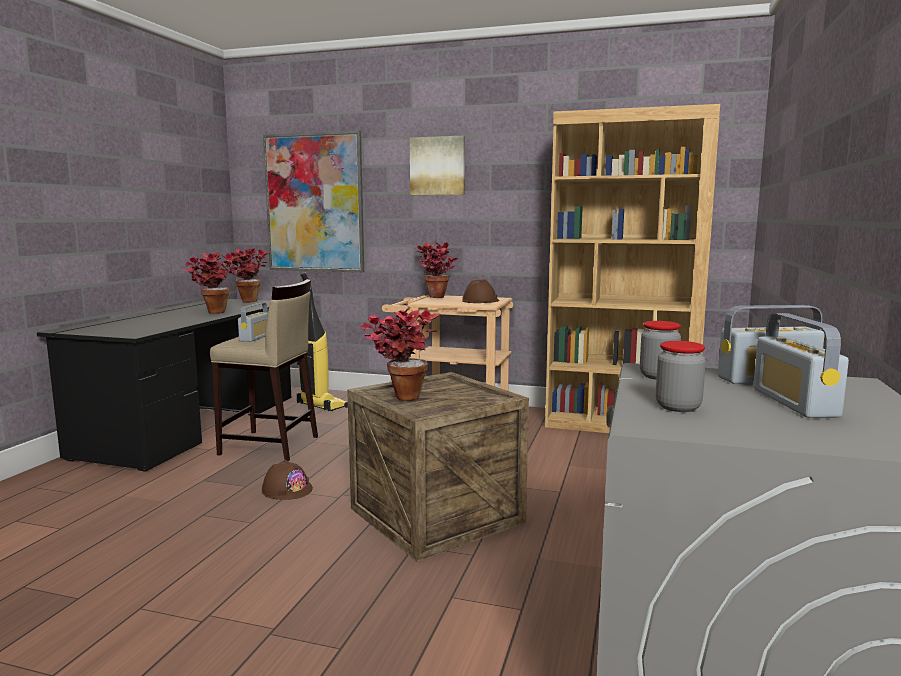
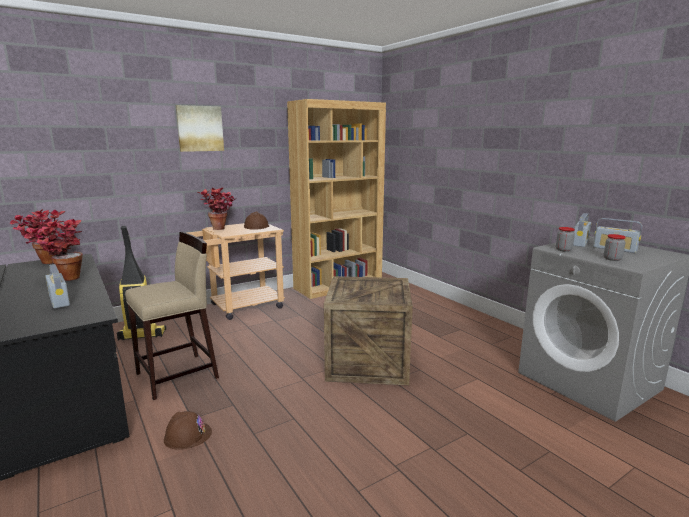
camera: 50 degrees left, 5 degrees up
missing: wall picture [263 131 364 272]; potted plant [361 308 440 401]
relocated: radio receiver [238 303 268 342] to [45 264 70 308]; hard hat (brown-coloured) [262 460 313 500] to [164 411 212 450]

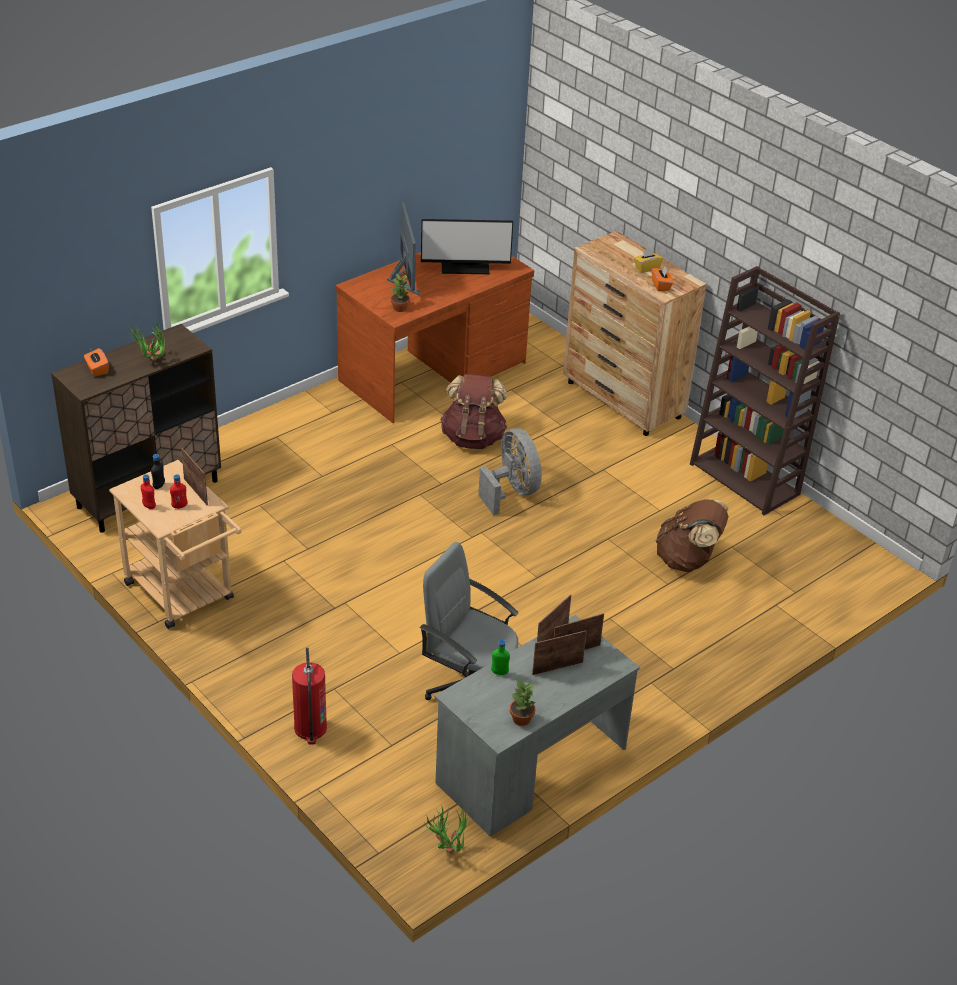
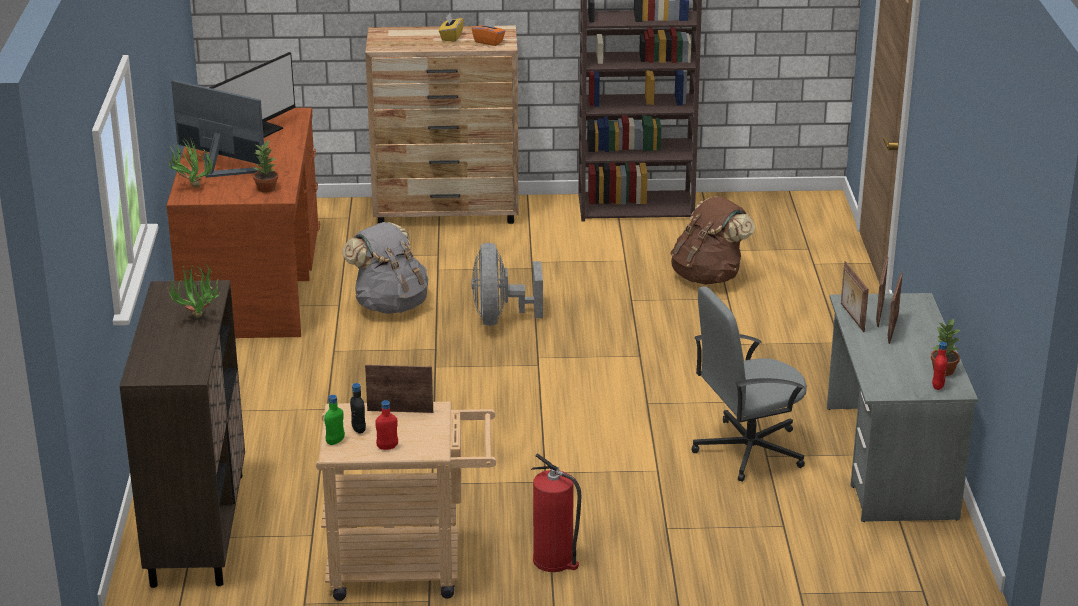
camera: 50 degrees left, 10 degrees down
missing: tissue holder (orange-coloured) [84 348 109 377]
relocated: bottle (reddish) [170 474 187 509] to [932 342 947 390]; fire-fighting cylinder [292 648 327 745] to [531 454 581 572]; potted plant [426 805 468 854] to [167 138 212 188]; bottle (green-coloured) [491 640 510 675] to [324 395 345 445]
colour: knapsack (brown-coloured) [440 374 508 449] to knapsack (greyish) [342 222 428 314]
spun: fan (greyish) [478 428 542 515] = [471 243 543 326] 105 degrees counterclockwise

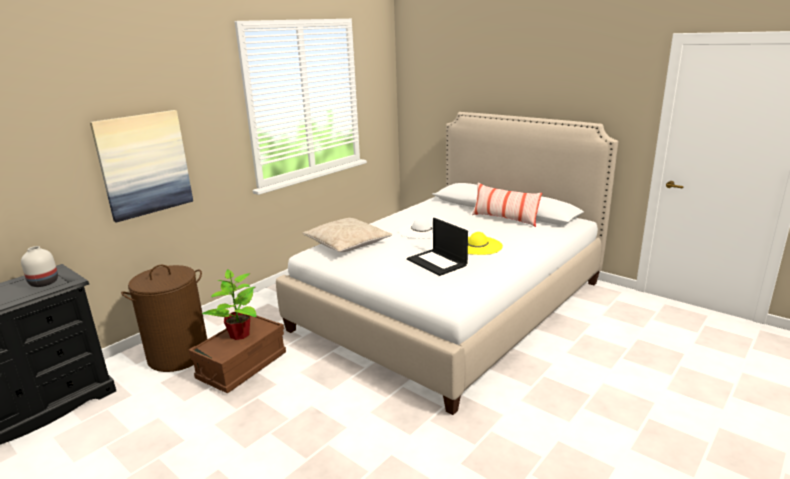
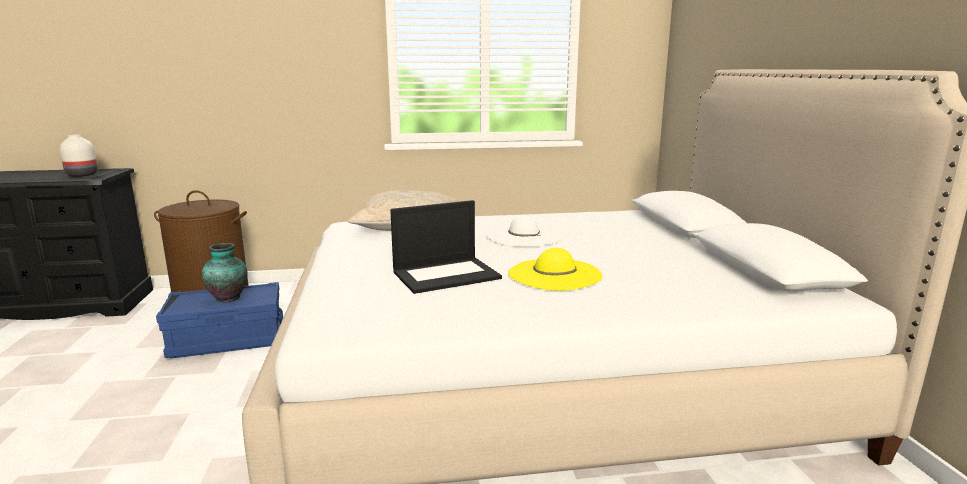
camera: 40 degrees right, 5 degrees down
missing: wall picture [90 110 193 222]; pillow [472 183 542 227]
exchanged: potted plant [202 269 256 340] to decorative vase [202 243 247 303]
colour: storage container (brown-coloured) [189 315 286 393] to storage container (blue-coloured) [156 282 283 358]
spun: notebook computer [407 218 468 276] = [390 200 502 294] 120 degrees counterclockwise

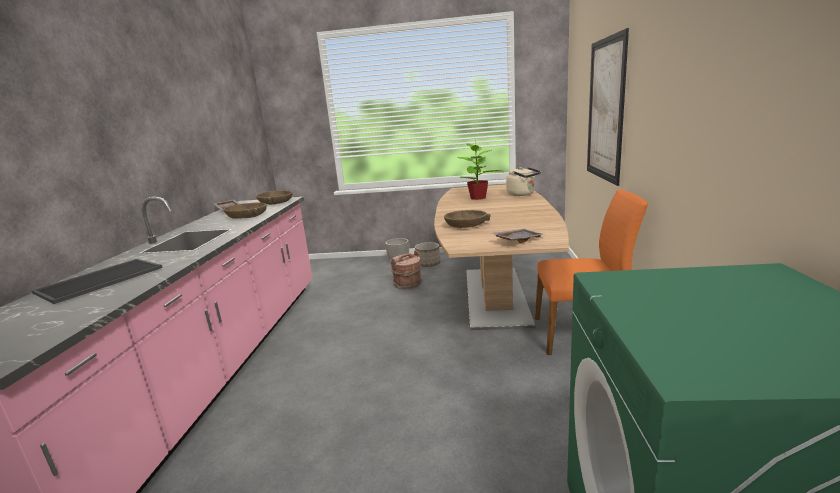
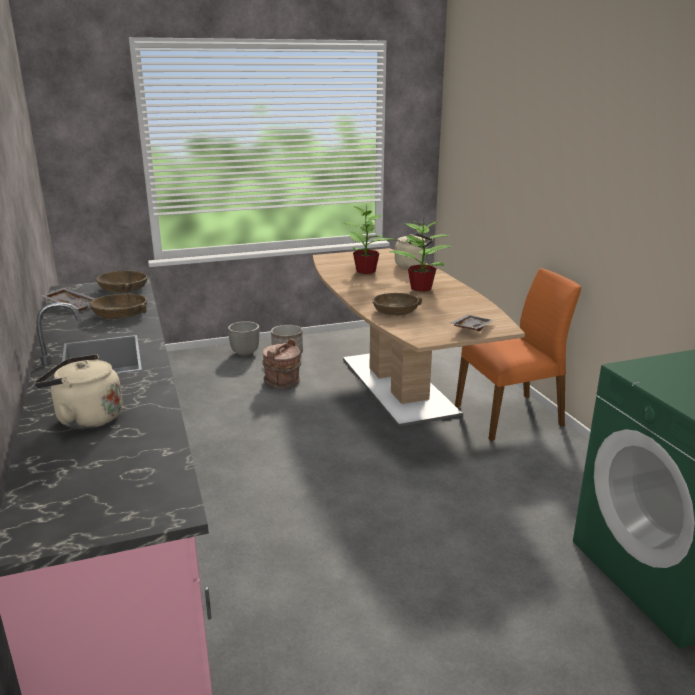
camera: 25 degrees left, 5 degrees up
missing: wall picture [587 28 629 186]
appeared: potted plant [389 216 453 292]
exchanged: serving tray [31 259 162 304] to tea kettle (beige) [34 354 123 429]

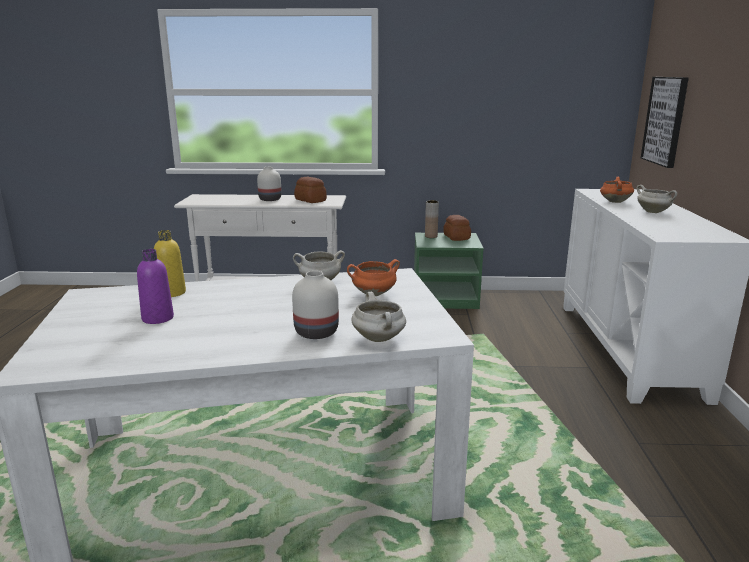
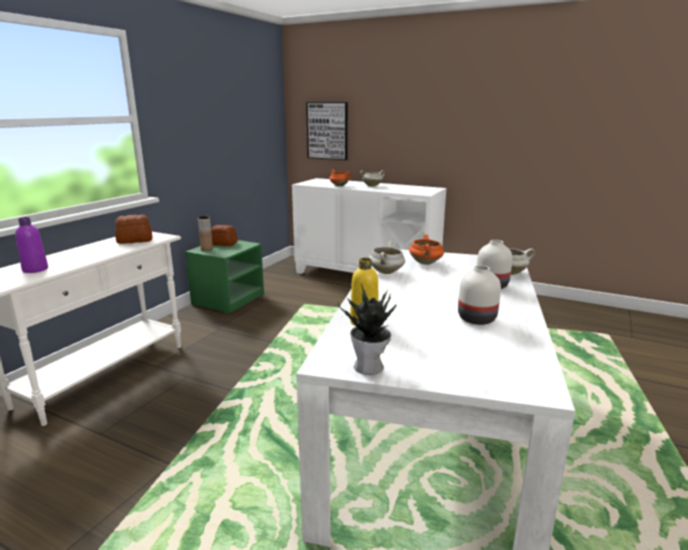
camera: 65 degrees left, 0 degrees up
appeared: potted plant [338 284 396 375]
relocated: bottle (purple) [137 249 174 324] to [15 217 48 273]; decorative vase (white-coloured) [257 167 282 201] to [458 265 501 325]

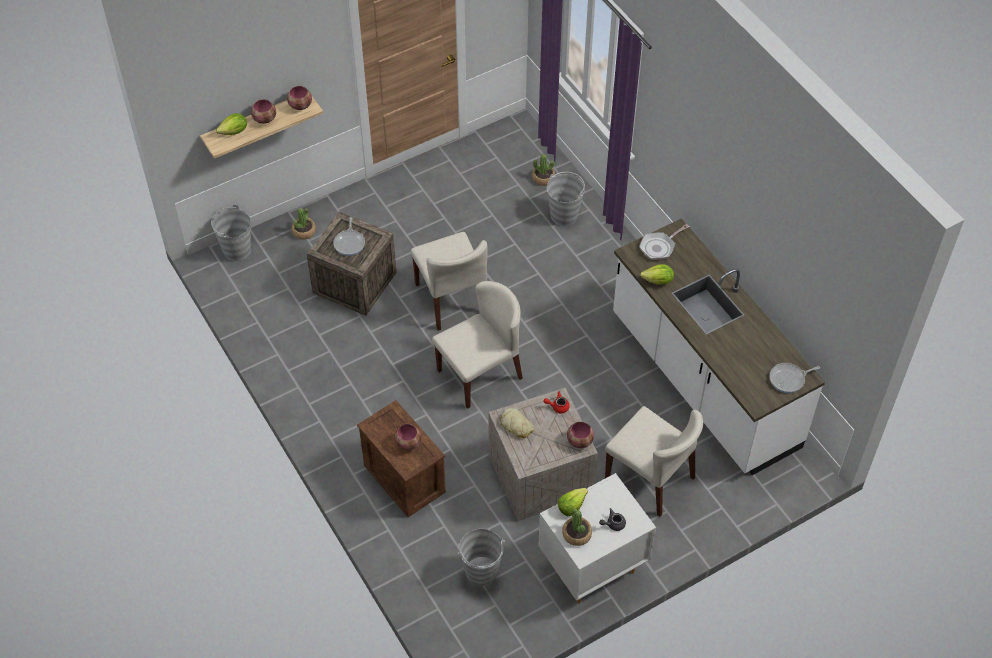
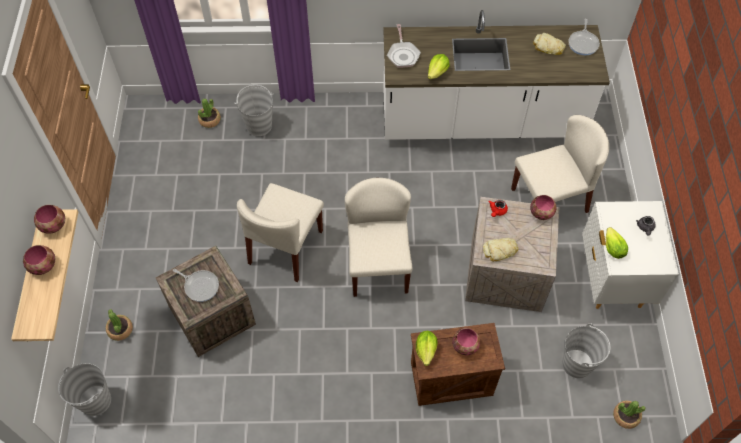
camera: 60 degrees left, 5 degrees up
appeared: baked bread [533 33 566 55]
relocated: lettuce [216 113 247 135] to [416 331 438 366]; potted plant [562 508 592 546] to [613 401 645 429]
spun: chair (beige) [411 232 488 331] = [237 183 324 282] 105 degrees clockwise

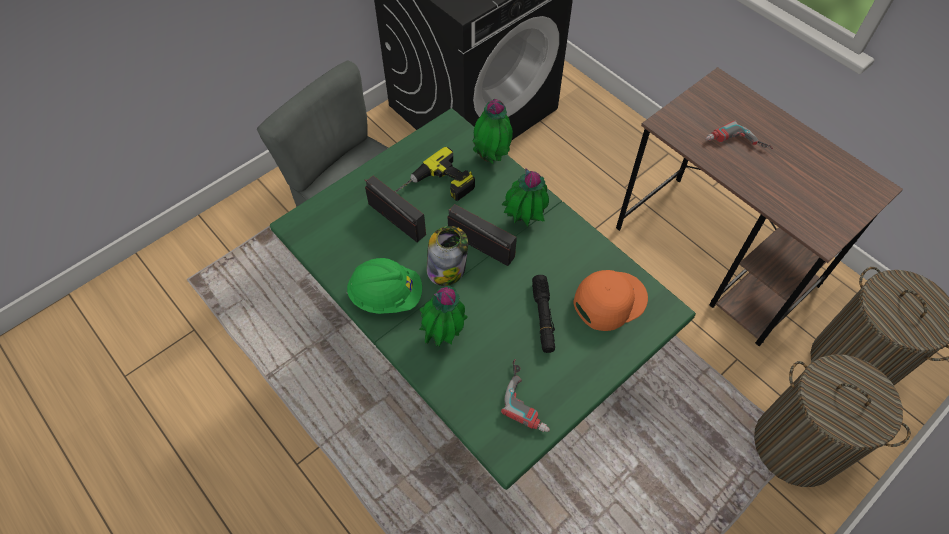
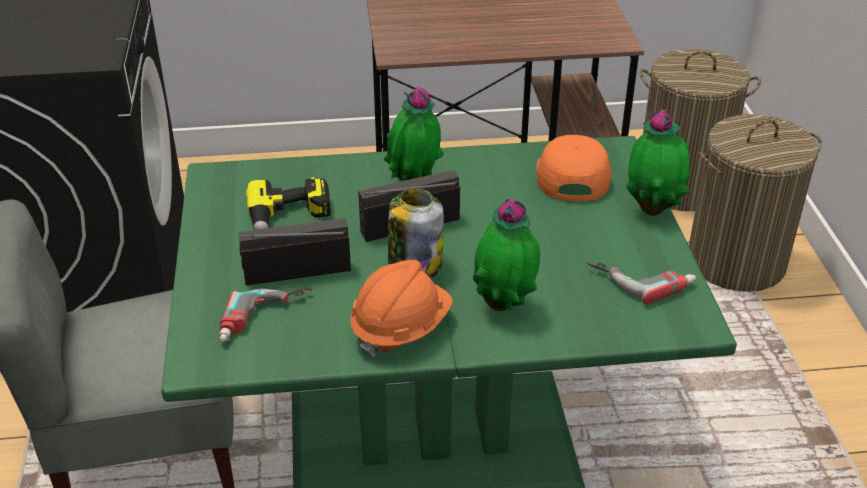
camera: 55 degrees left, 20 degrees down
missing: hand torch (black) [532 275 555 353]
relocated: potted plant [473 99 513 164] to [626 109 691 216]; drill [706 120 773 149] to [219 287 313 342]
colour: hard hat (green-coloured) [347 258 422 314] to hard hat (orange-coloured) [350 260 453 357]

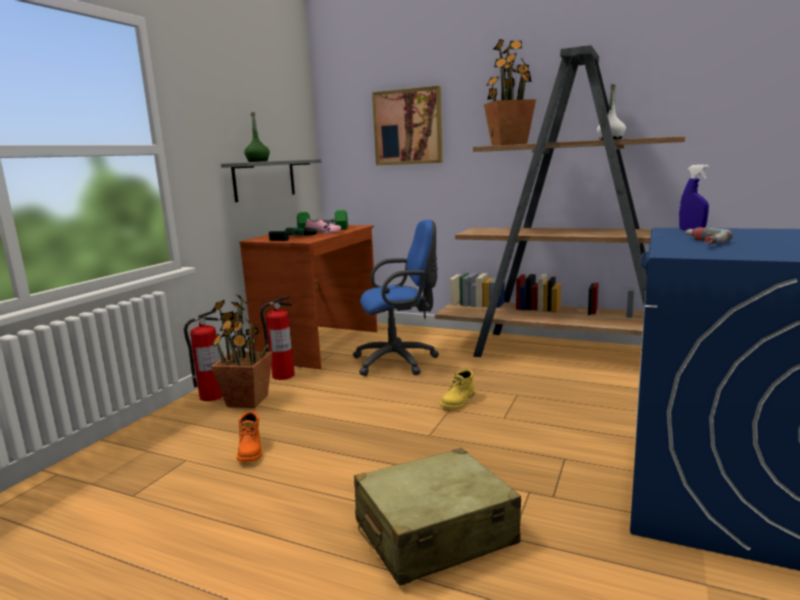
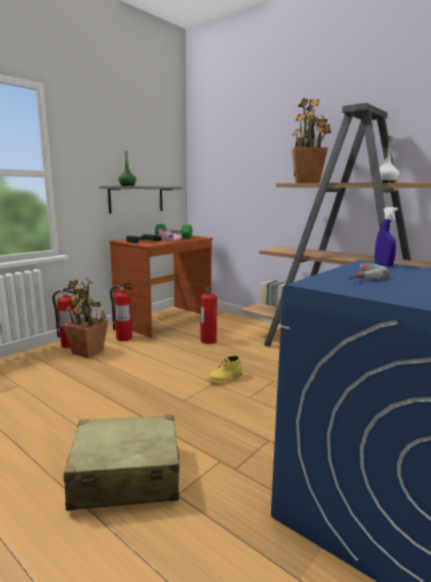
camera: 15 degrees right, 0 degrees up
missing: boot (orange-coloured) [237 411 262 462]; wall picture [372 86 442 165]
exchanged: office chair (blue-coloured) [353 219 439 376] to fire-fighting cylinder [201 286 217 344]

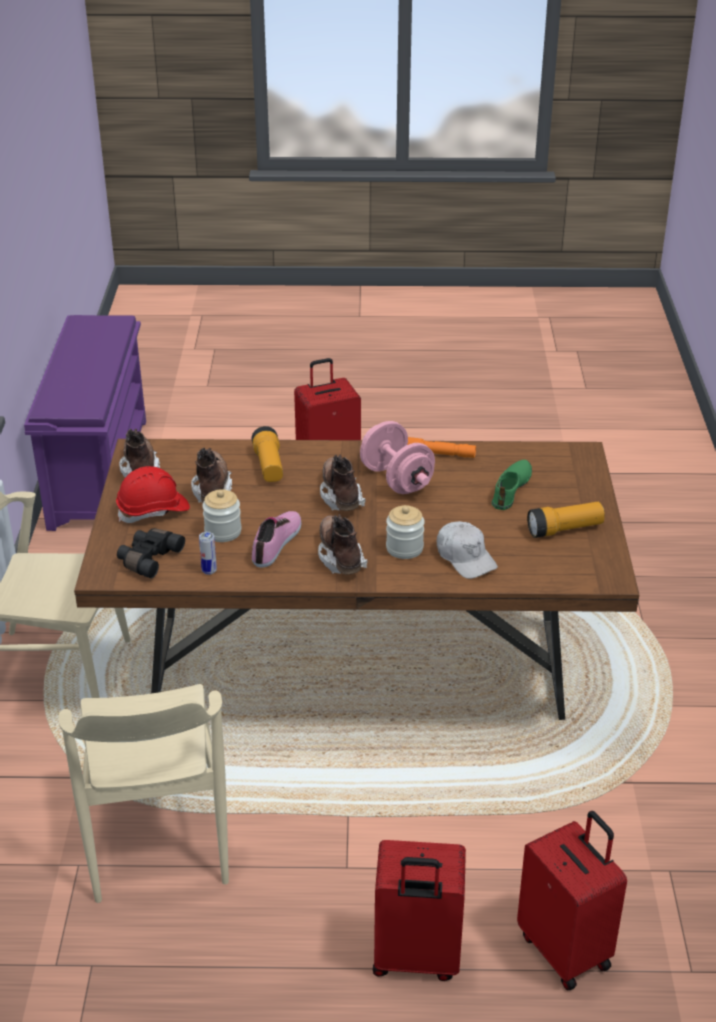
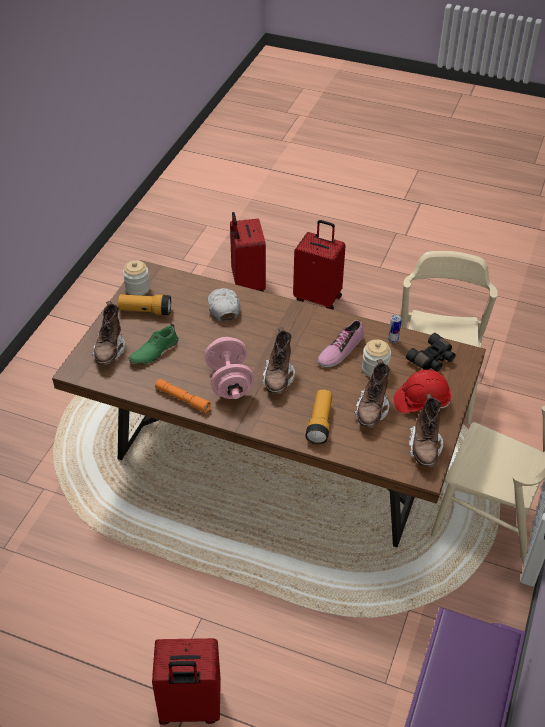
camera: 160 degrees left, 10 degrees up
relocated: boot (brown-coloured) [318 514 368 575] to [92 301 125 365]; jar [386 505 425 559] to [123 260 150 296]

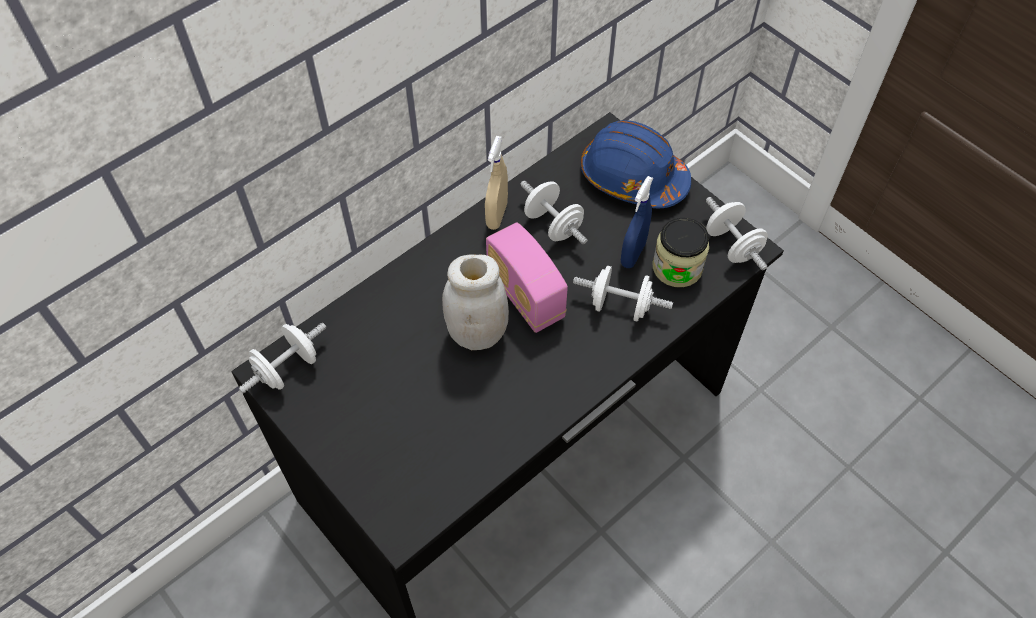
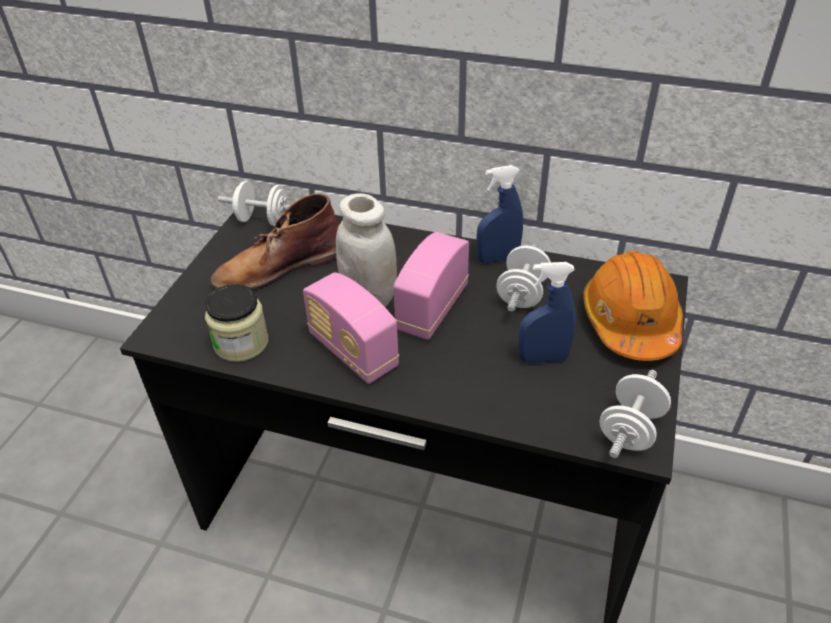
camera: 60 degrees right, 15 degrees down
missing: free weight (white-coloured) [573 266 673 321]
appeared: boot (brown-coloured) [210 193 339 290]; radio receiver [303 272 399 384]
relocated: jar [653 218 709 287] to [205 284 269 362]
colour: sprayer (beige) [485 136 508 230] to sprayer (blue-coloured) [476 165 523 264]; hard hat (blue-coloured) [581 120 691 208] to hard hat (orange-coloured) [583 251 683 361]

